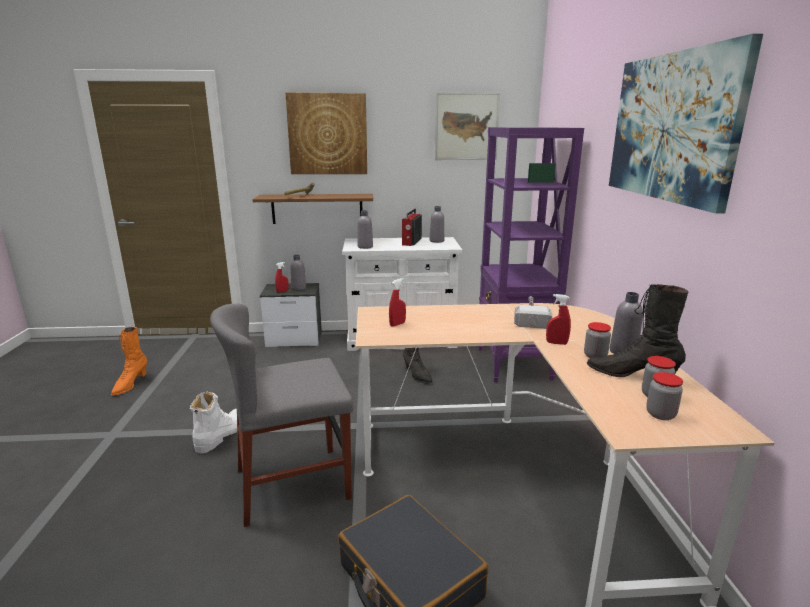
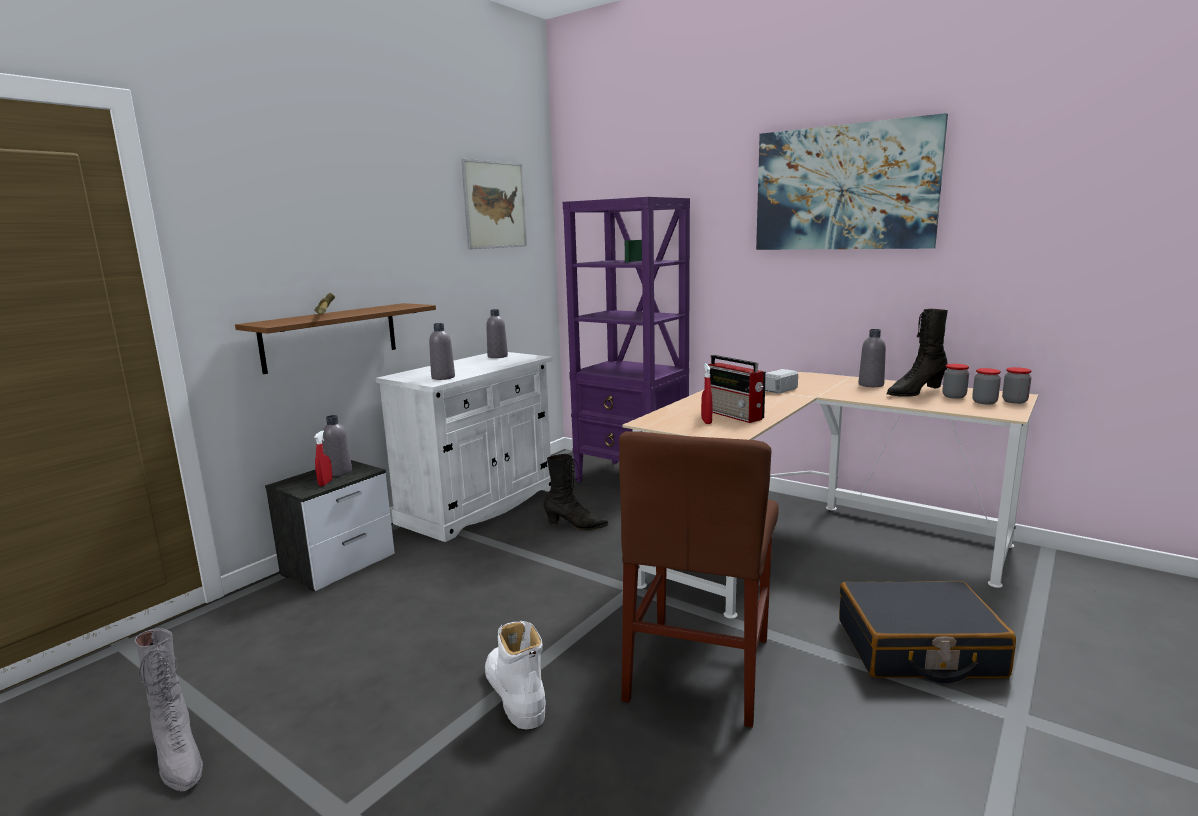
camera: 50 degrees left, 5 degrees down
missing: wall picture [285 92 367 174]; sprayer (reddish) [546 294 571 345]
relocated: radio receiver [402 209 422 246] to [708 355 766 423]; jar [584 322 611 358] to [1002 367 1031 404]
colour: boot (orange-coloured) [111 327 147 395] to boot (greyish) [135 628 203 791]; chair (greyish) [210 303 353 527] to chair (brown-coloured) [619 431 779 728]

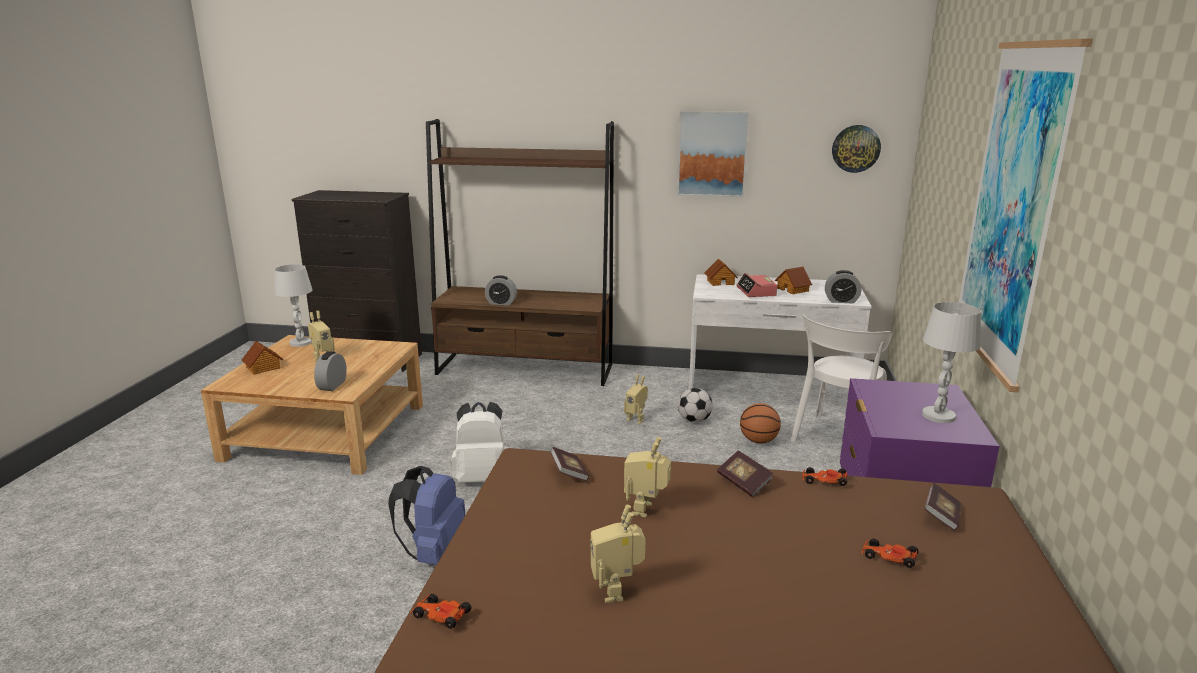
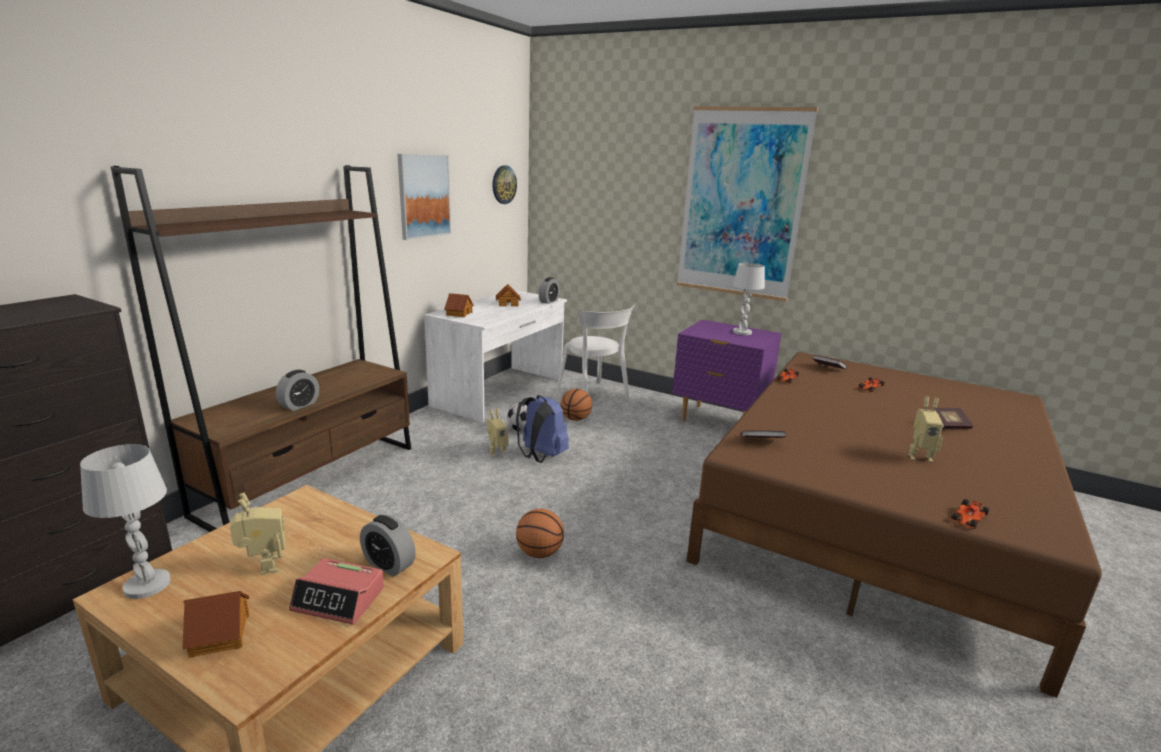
camera: 70 degrees left, 0 degrees up
missing: toy robot [624 437 671 517]
relocated: knapsack (blue-coloured) [388 466 465 565] to [516 395 569 463]; bound book [717 450 774 497] to [935 408 973 429]; alarm clock [736 273 777 297] to [289 558 384 625]
exchanged: knapsack (white-coloured) [451 402 507 483] to basketball ball [516 509 564 558]

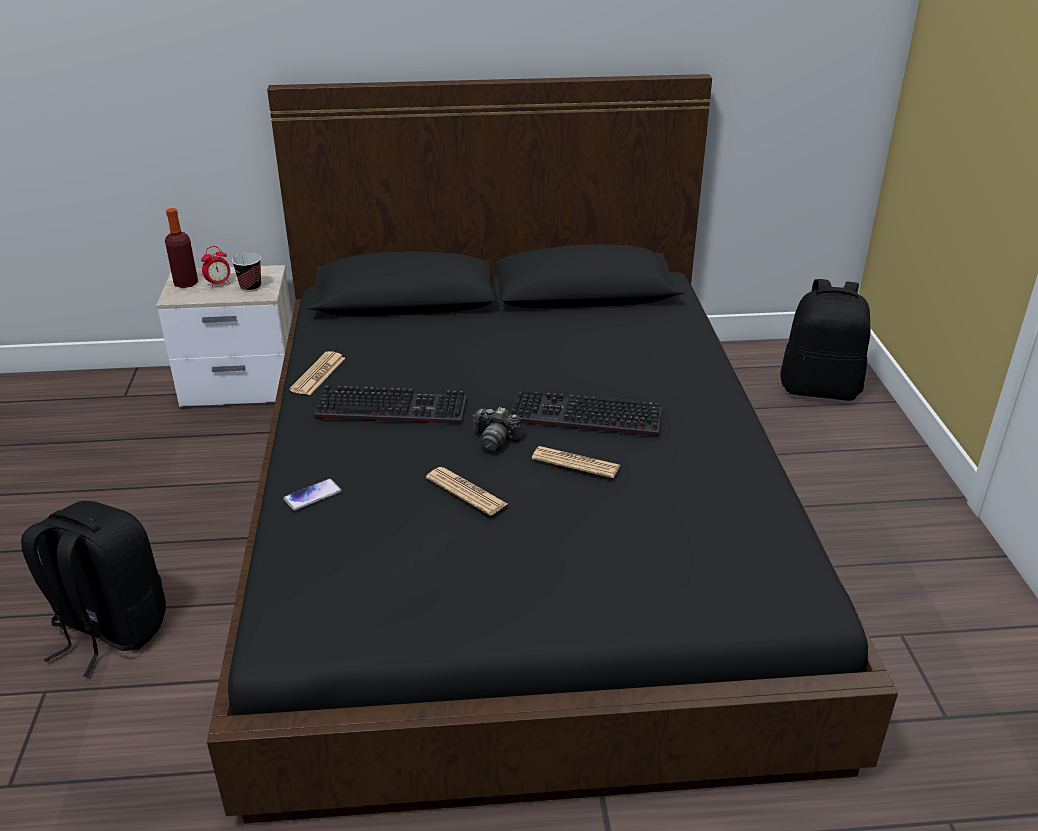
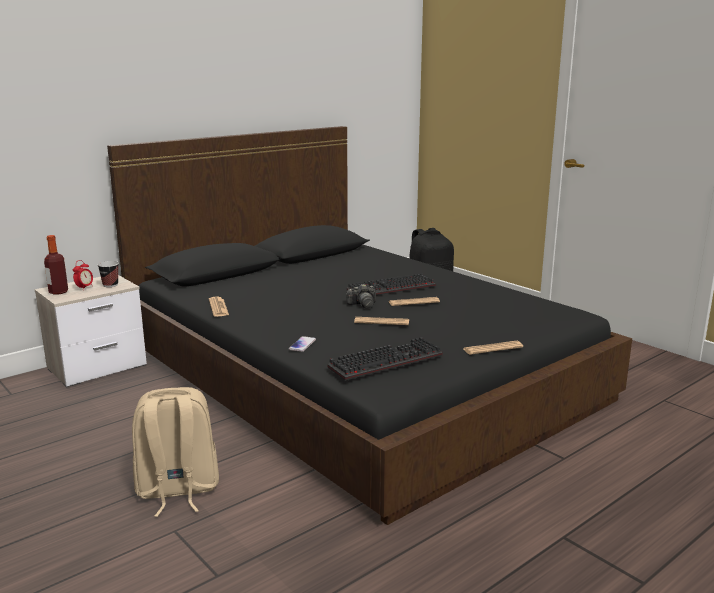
camera: 35 degrees left, 15 degrees down
appeared: printed paper [464 341 523 355]
relocated: PC keyboard [314 385 467 424] to [328 337 442 381]
colour: knapsack (black) [21 501 166 677] to knapsack (beige) [132 387 219 517]

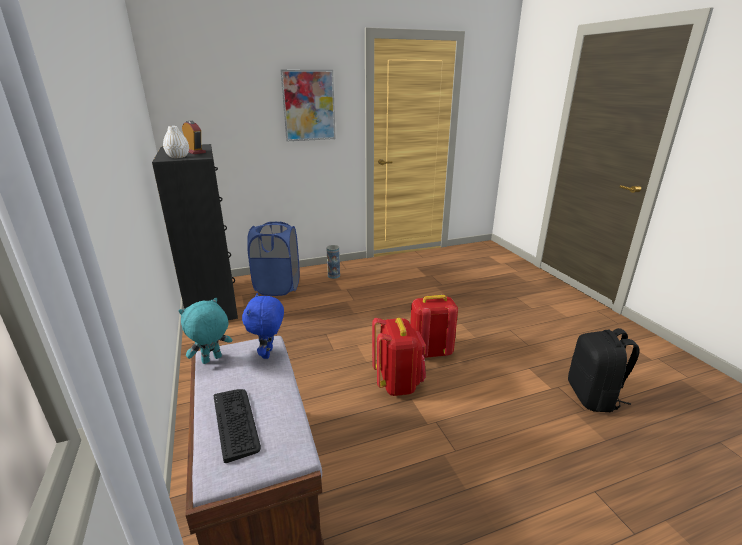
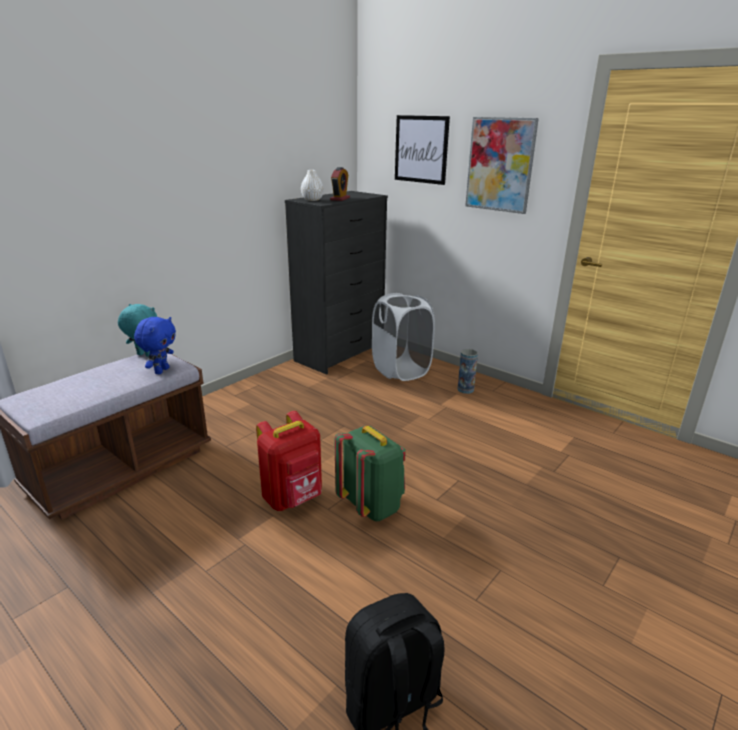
camera: 60 degrees right, 0 degrees up
missing: PC keyboard [214 389 261 463]
appeared: wall picture [395 115 450 185]
colour: washing basket (blue-coloured) [247 222 299 296] to washing basket (white-coloured) [372 293 435 381]; knapsack (reddish) [410 295 458 358] to knapsack (green-coloured) [334 426 405 521]
spun: soft toy (blue-coloured) [242 293 284 359] = [134 317 176 374] 135 degrees clockwise

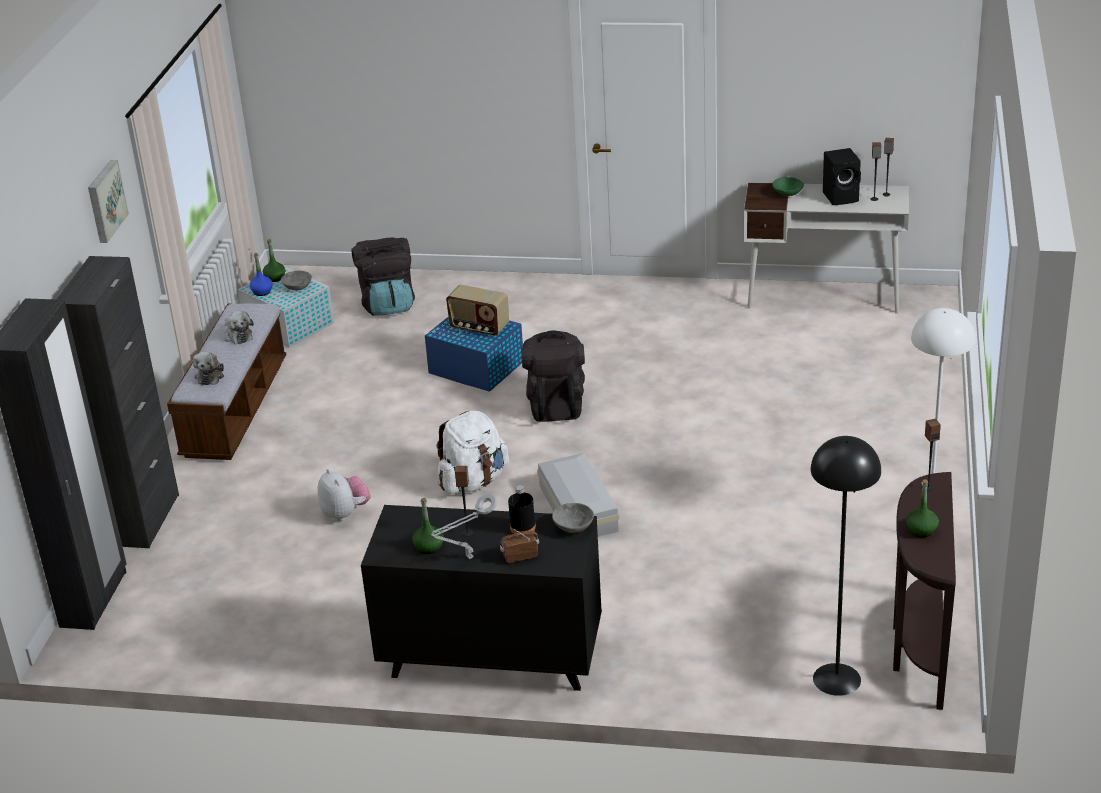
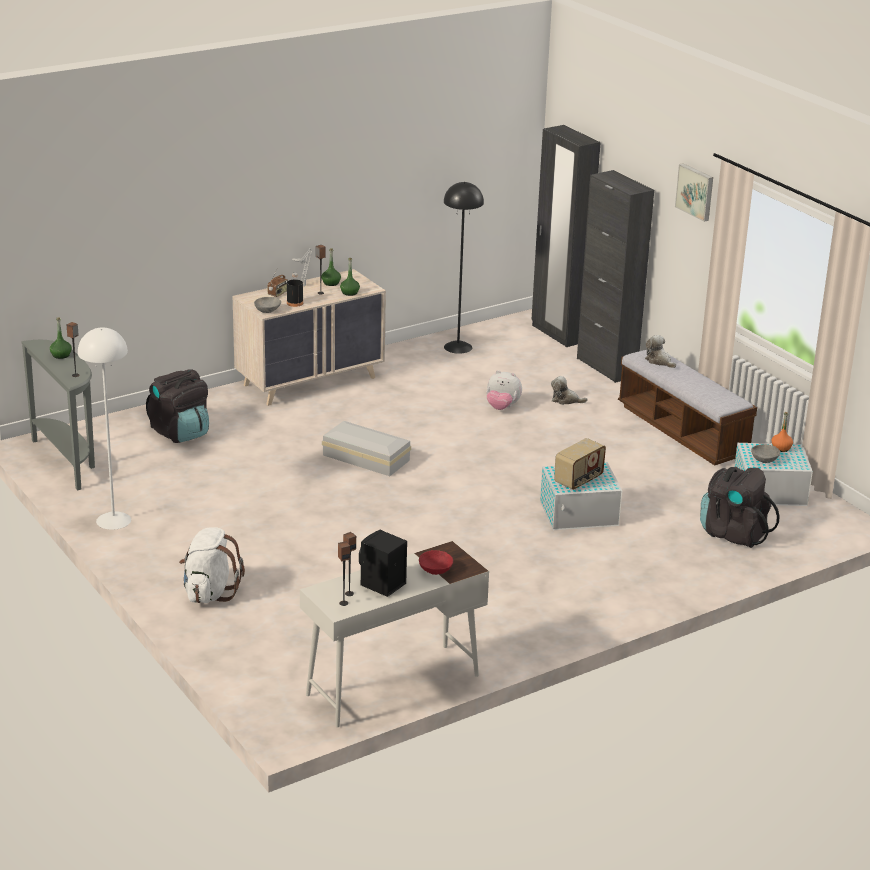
camera: 135 degrees right, 5 degrees down
relocated: soft toy [224 311 254 344] to [551 376 588 405]; bottle (green-coloured) [263 239 285 282] to [340 258 360 296]; knapsack (white-coloured) [436 411 509 494] to [179 527 245 603]; knapsack (black) [521 330 585 422] to [146 369 209 443]; floor lamp (black) [811 436 881 696] to [444 182 484 354]
colour: bottle (blue-coloured) [249 253 273 296] to bottle (orange-coloured) [771 412 793 452]; chest of drawers (black) [361 505 602 691] to chest of drawers (beige) [232 269 386 406]; storage container (blue-coloured) [425 317 523 392] to storage container (white-coloured) [540 462 622 530]; serving bowl (green-coloured) [772 177 804 196] to serving bowl (reddish) [419 550 453 575]; console table (brown-coloured) [893 472 956 710] to console table (greyish) [21 340 95 490]
spun: radio receiver [446 285 509 336] = [554 438 606 490] 150 degrees clockwise

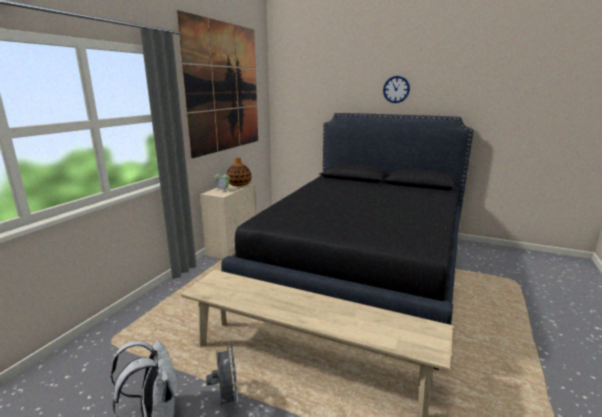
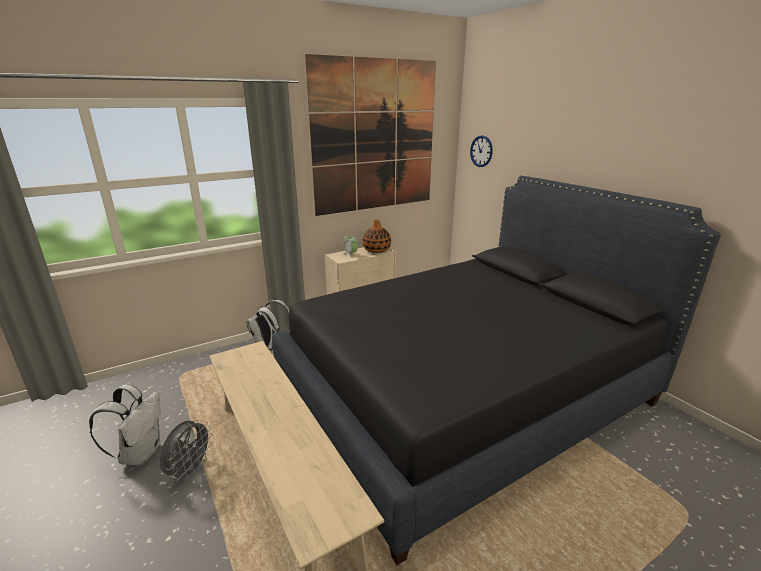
camera: 35 degrees right, 5 degrees up
appeared: knapsack (white-coloured) [246 300 289 352]
relocated: clock on the wall [383 76 410 103] to [470 135 493 167]

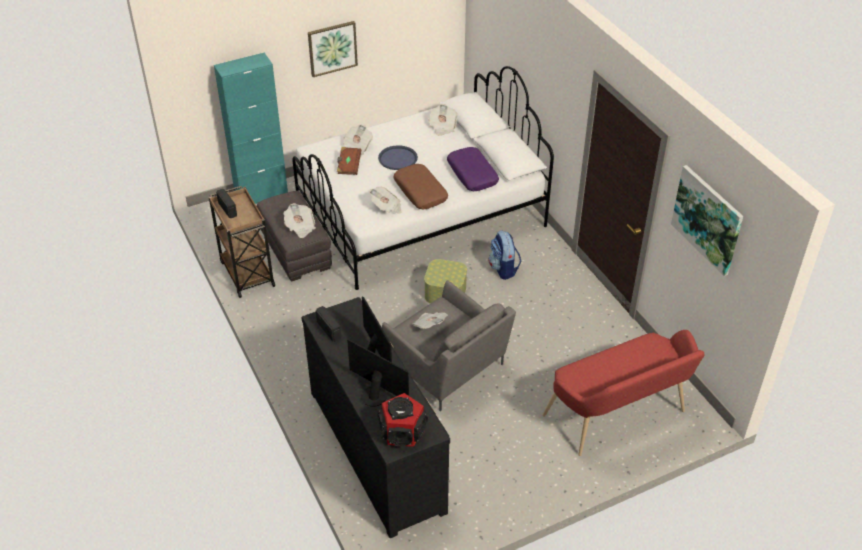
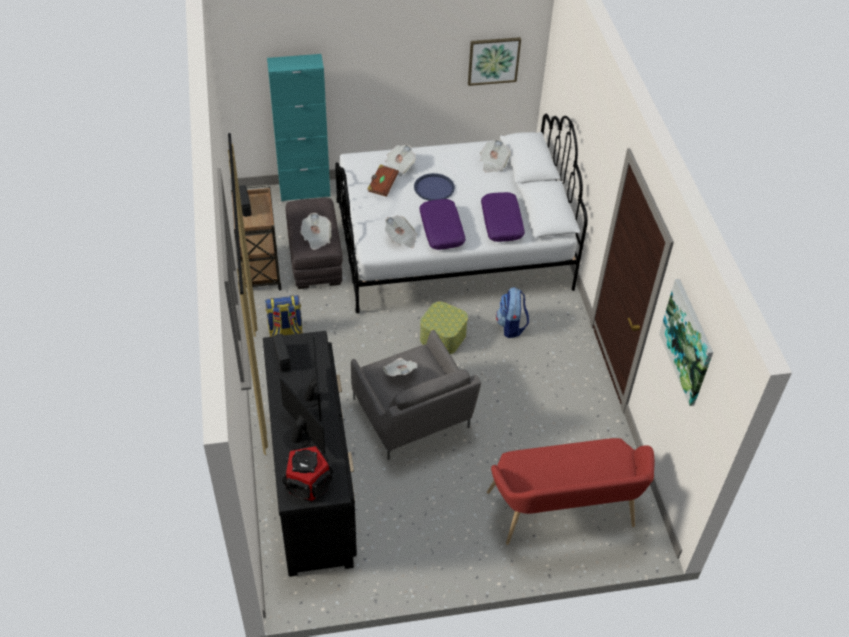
camera: 15 degrees right, 5 degrees up
appeared: knapsack [265 295 303 337]
relocated: wall picture [308 21 358 77] to [468 37 521 86]
colour: pillow (brown-coloured) [394 164 448 210] to pillow (purple) [419 199 466 250]

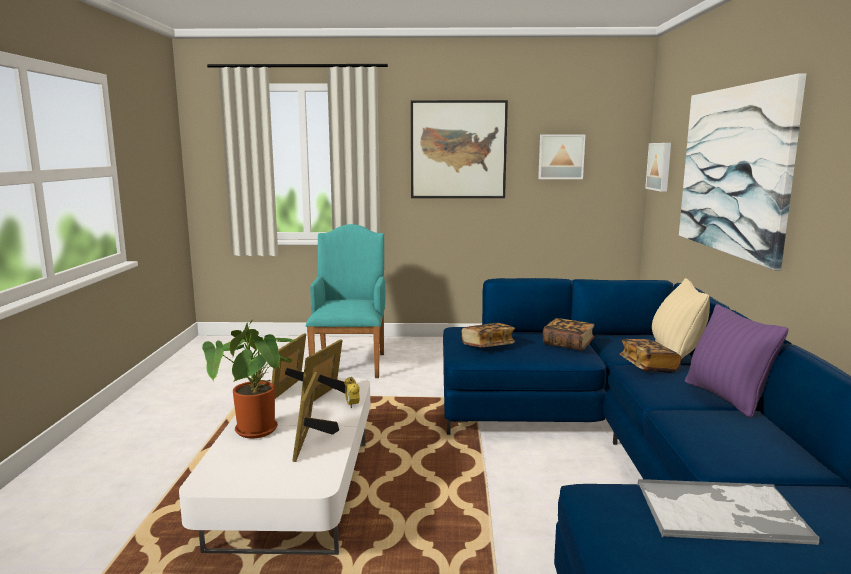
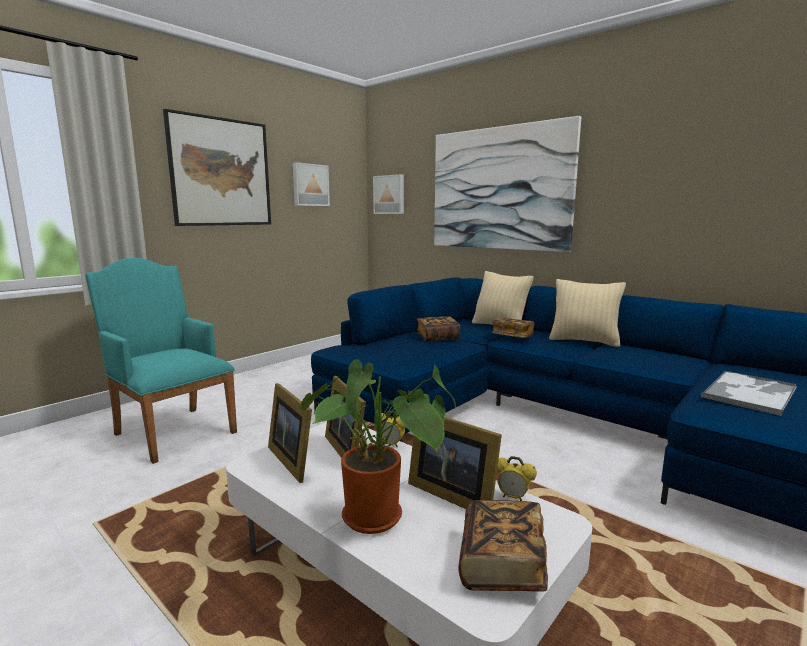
camera: 50 degrees left, 0 degrees up
appeared: alarm clock [497 456 537 501]
relocated: bound book [462 323 515 347] to [458 500 548 591]
colour: pillow (purple) [685 304 789 418] to pillow (beige) [549 279 626 347]

